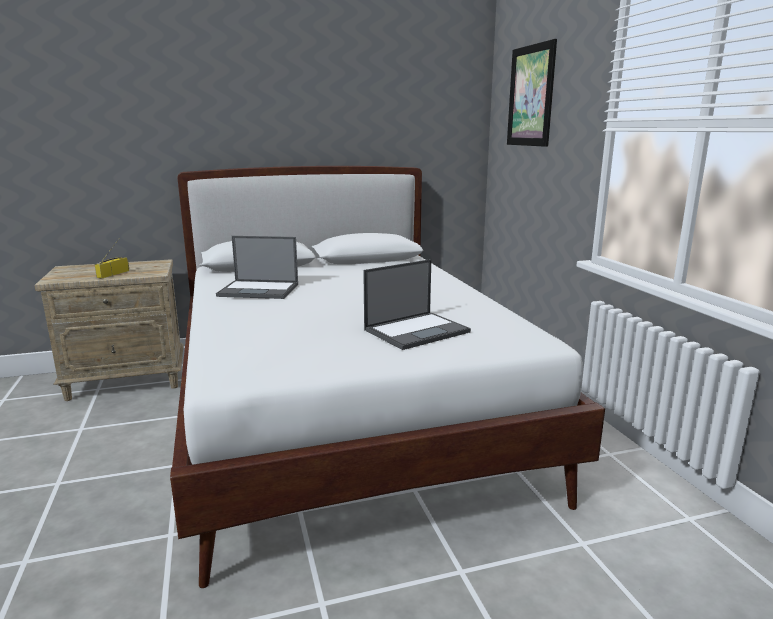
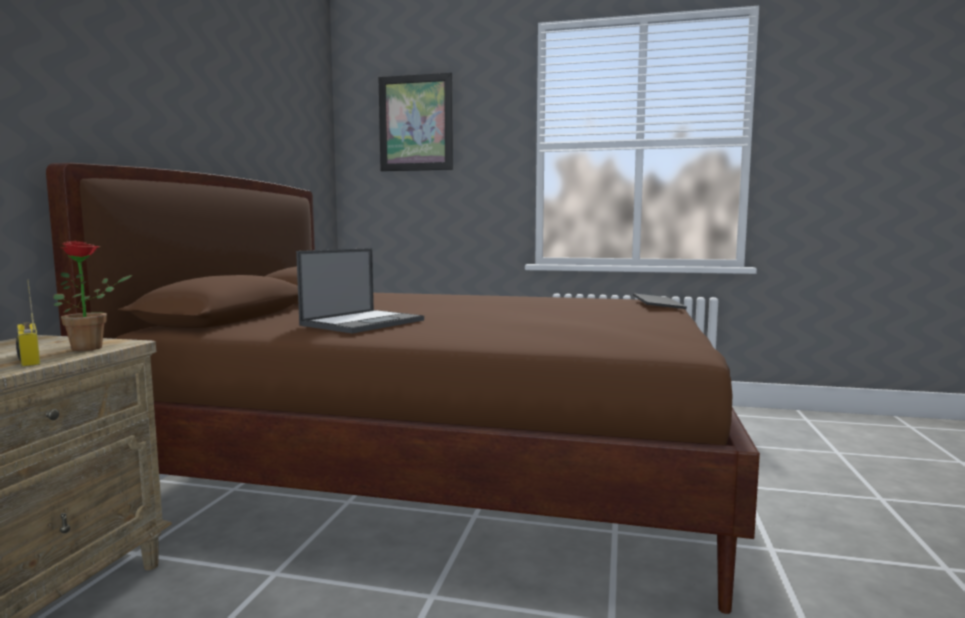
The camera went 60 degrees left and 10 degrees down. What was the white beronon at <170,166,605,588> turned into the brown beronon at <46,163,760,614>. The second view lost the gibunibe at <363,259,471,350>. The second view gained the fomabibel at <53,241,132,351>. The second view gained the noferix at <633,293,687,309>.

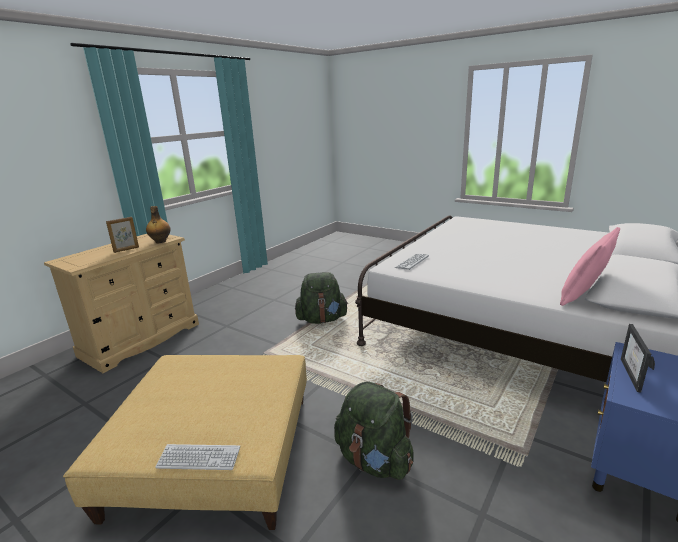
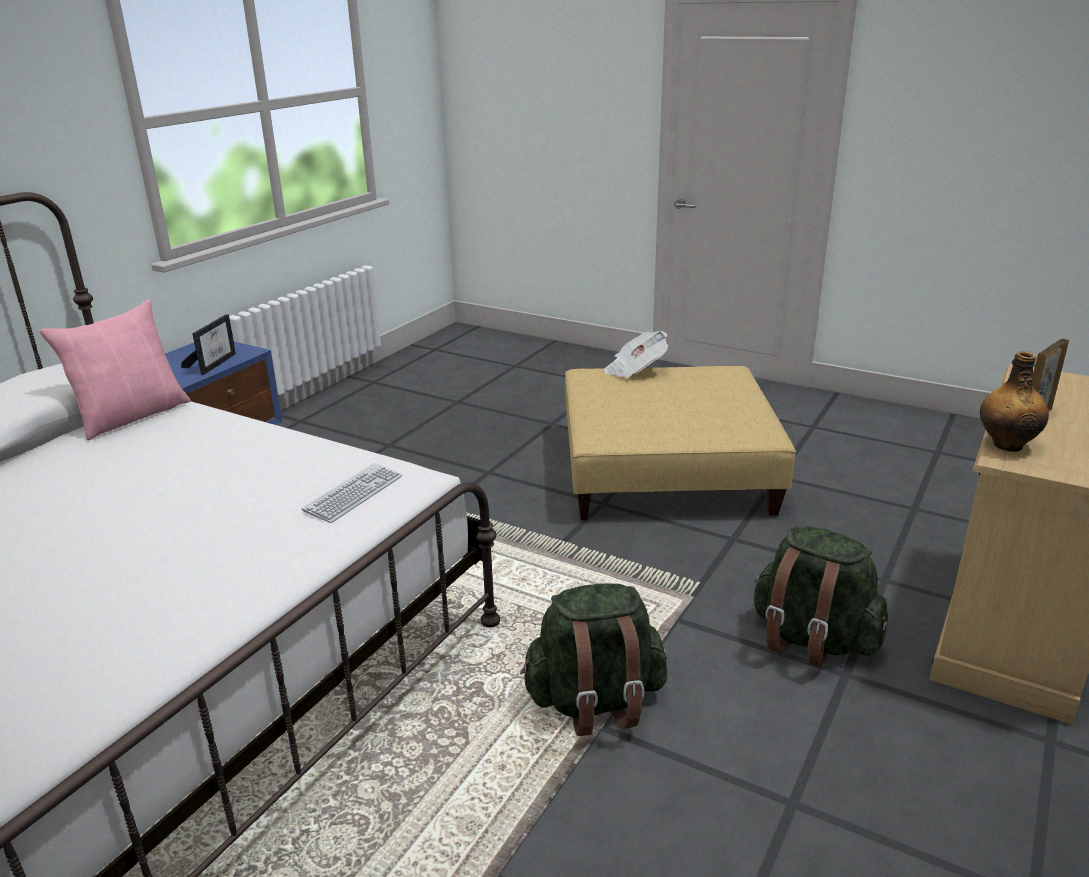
The camera went 175 degrees right and 5 degrees up. The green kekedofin ended up elsewhere, having gone from <334,382,413,480> to <754,526,888,668>. Where the noferix stood at <155,444,240,470>, the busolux came to stand at <604,331,668,378>.

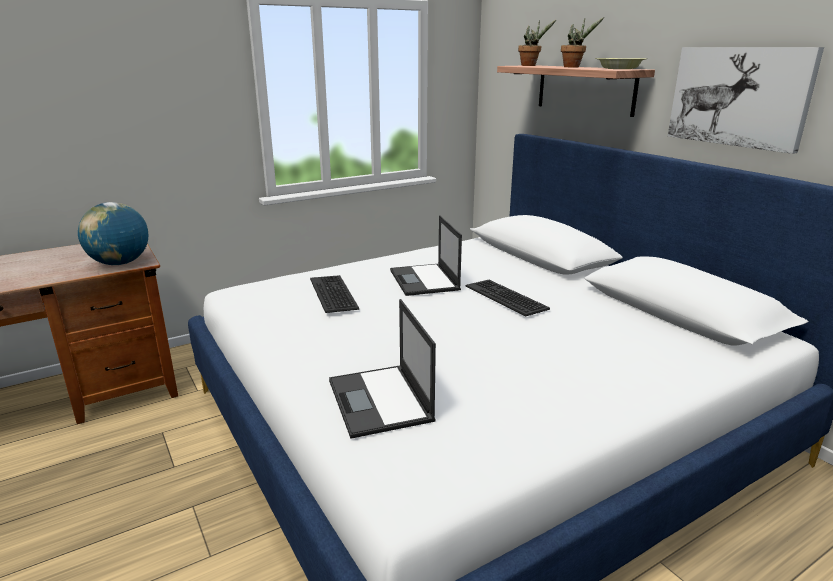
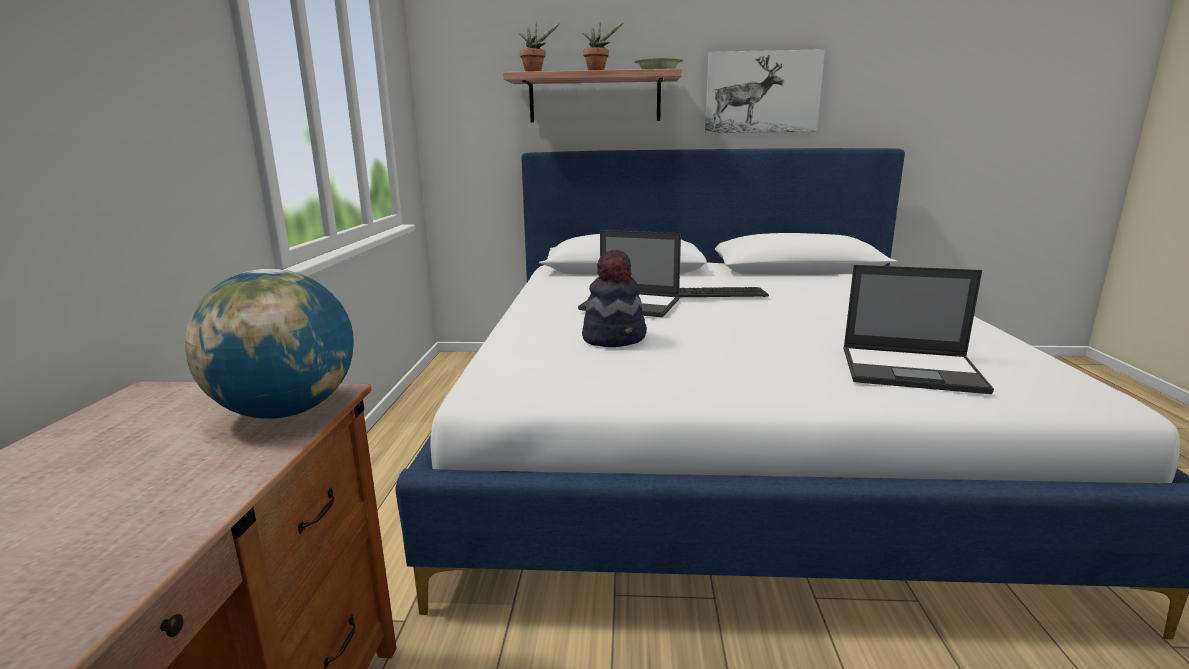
The camera went 55 degrees left and 5 degrees down. Where the noferix stood at <310,275,359,313>, the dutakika came to stand at <582,249,647,347>.

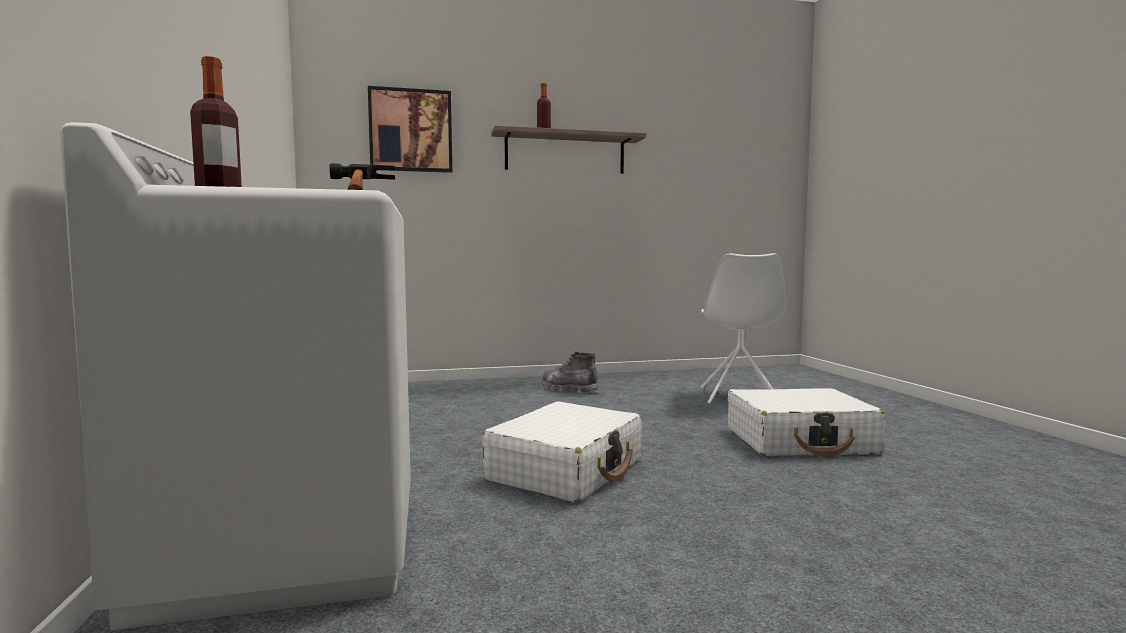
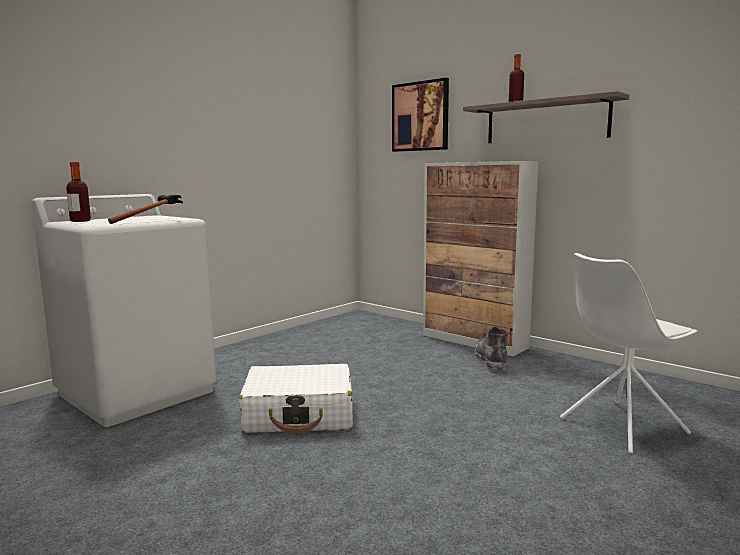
The camera went 55 degrees right and 5 degrees up. The second view lost the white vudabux at <728,388,885,457>. The second view gained the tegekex at <423,161,539,356>.

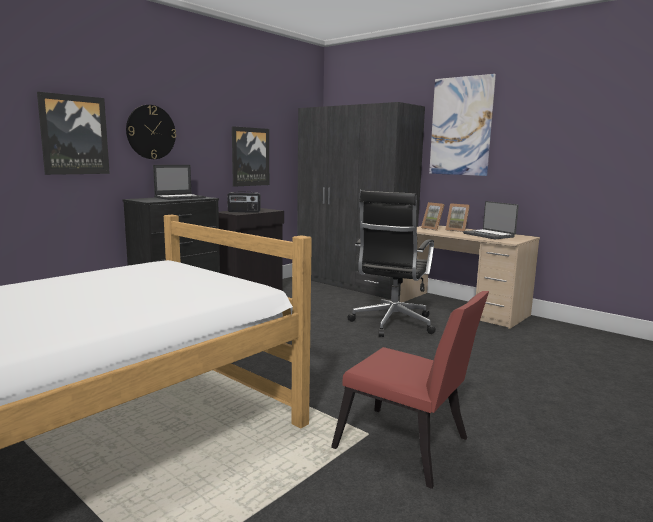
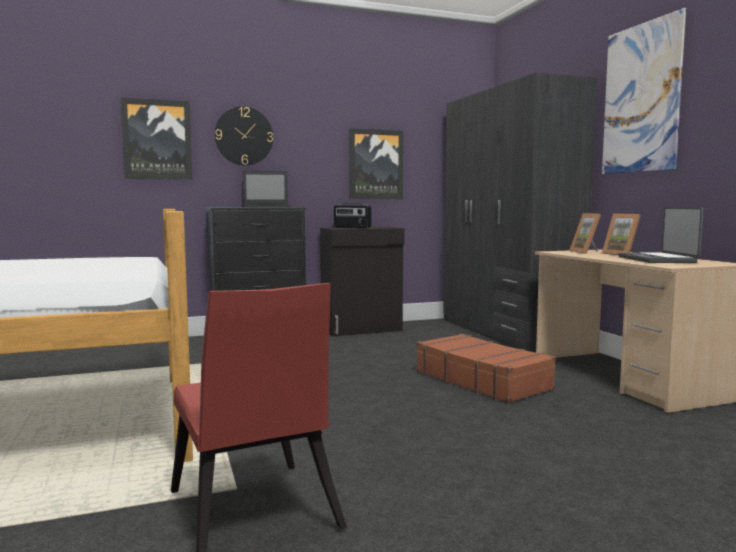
The camera went 30 degrees right and 5 degrees down. Where the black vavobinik stood at <347,191,436,337>, the brown vudabux came to stand at <417,334,556,403>.

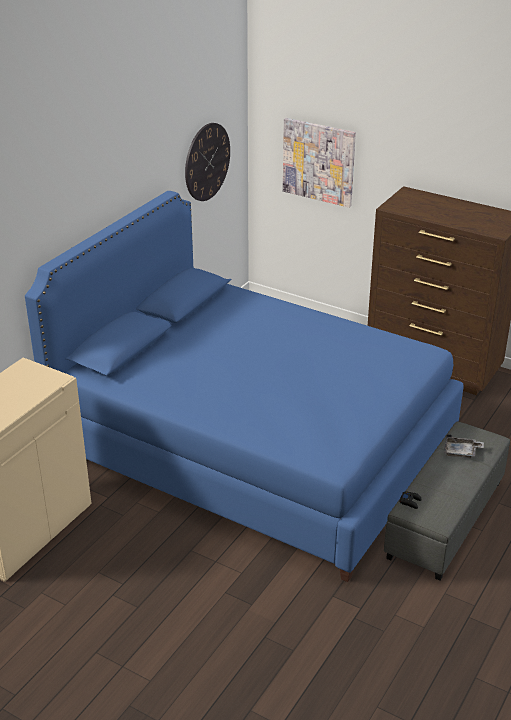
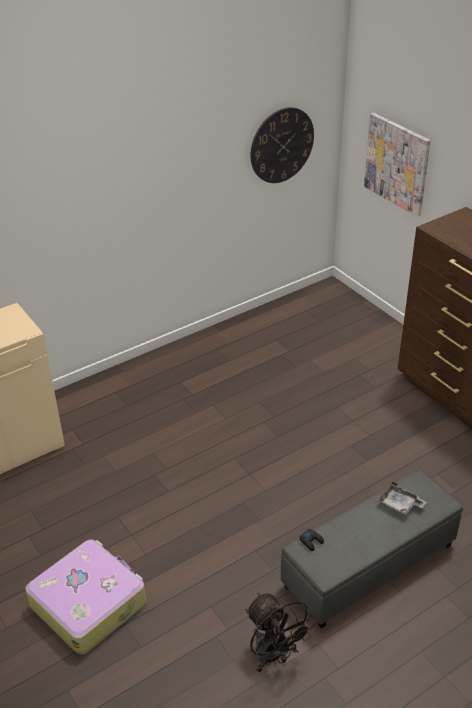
The camera went 25 degrees right and 5 degrees up. The second view lost the blue beronon at <25,191,464,582>. The second view gained the vudabux at <26,540,146,655>. The second view gained the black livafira at <246,593,316,672>.

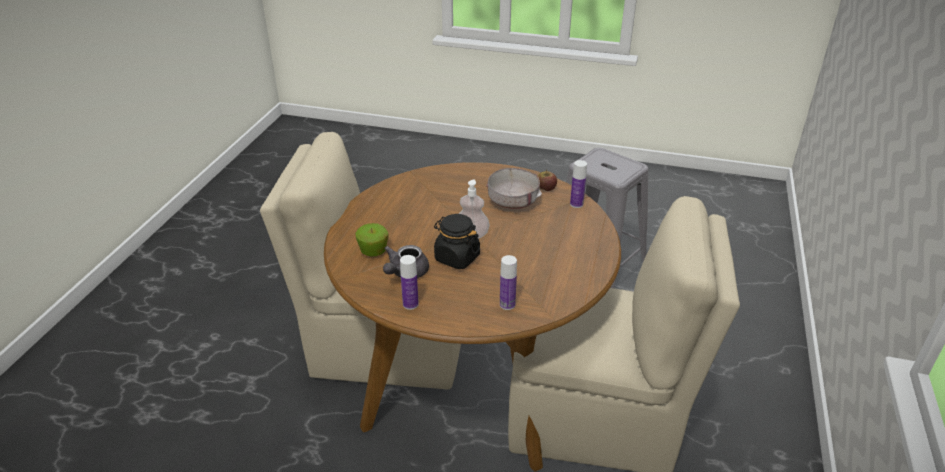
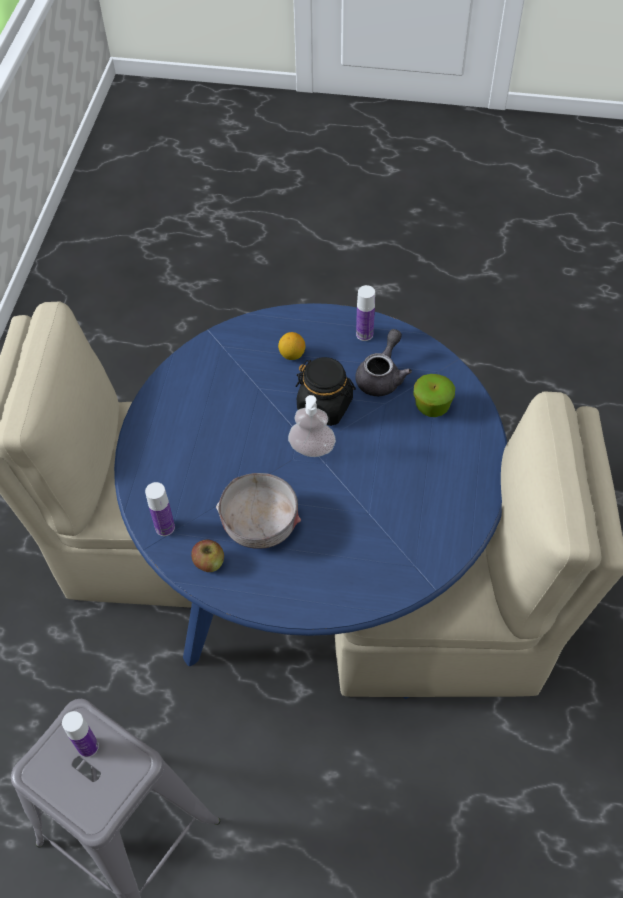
The camera went 175 degrees right and 20 degrees up. What was the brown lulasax at <324,162,621,471> turned into the blue lulasax at <114,303,507,699>. The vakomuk ended up elsewhere, having gone from <500,255,517,310> to <62,711,99,757>. The second view gained the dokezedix at <278,332,306,360>.

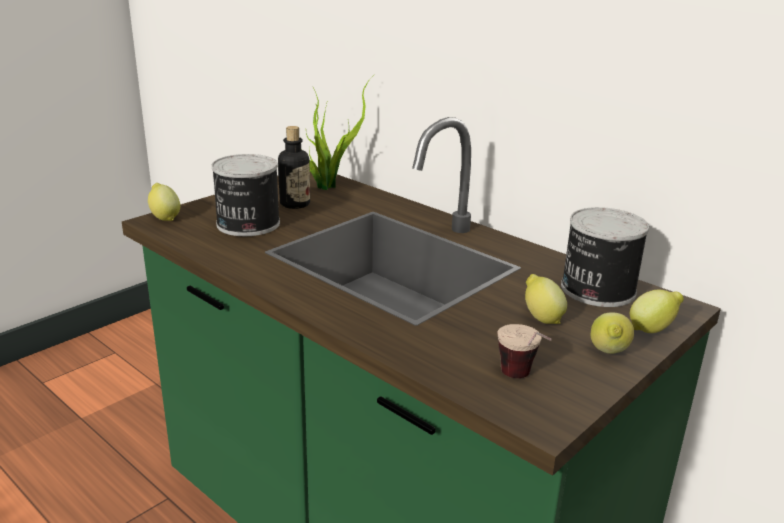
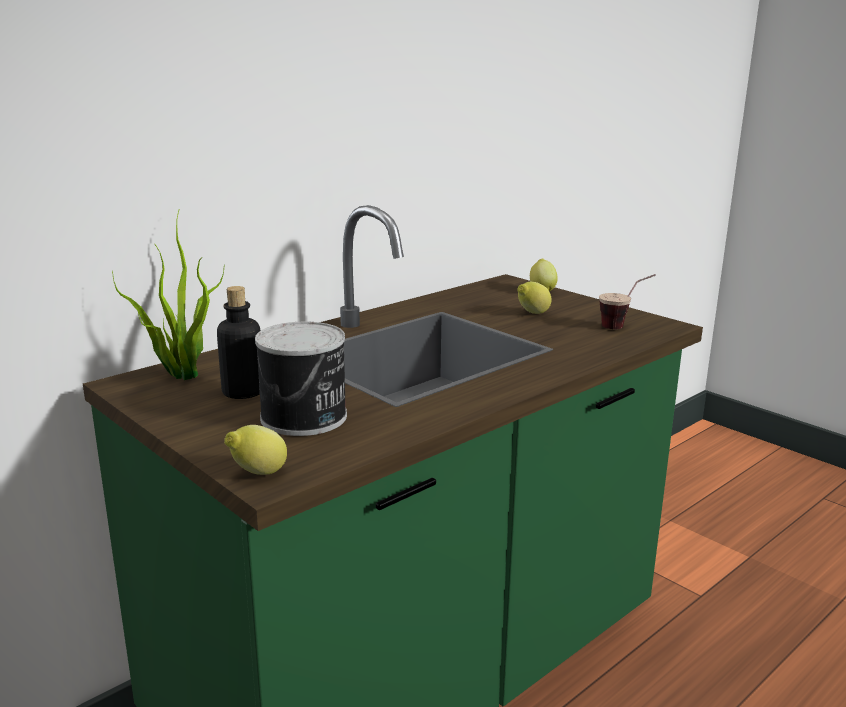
The camera went 85 degrees left and 5 degrees down. The second view lost the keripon at <561,207,649,307>. The second view lost the dokezedix at <591,312,634,354>.

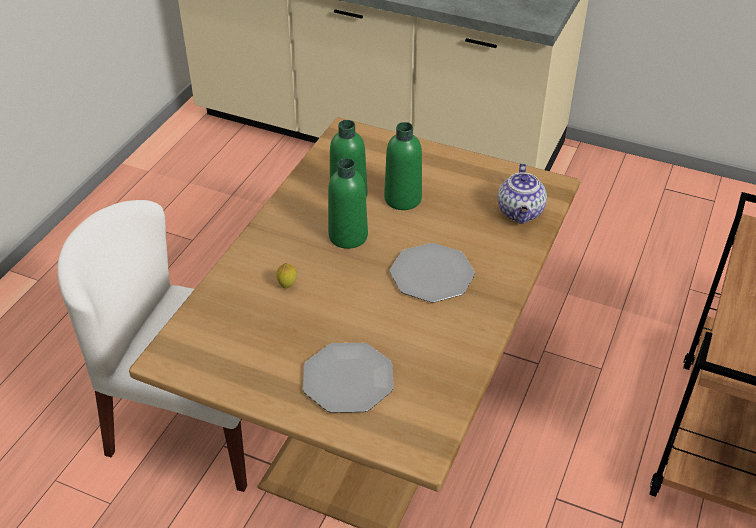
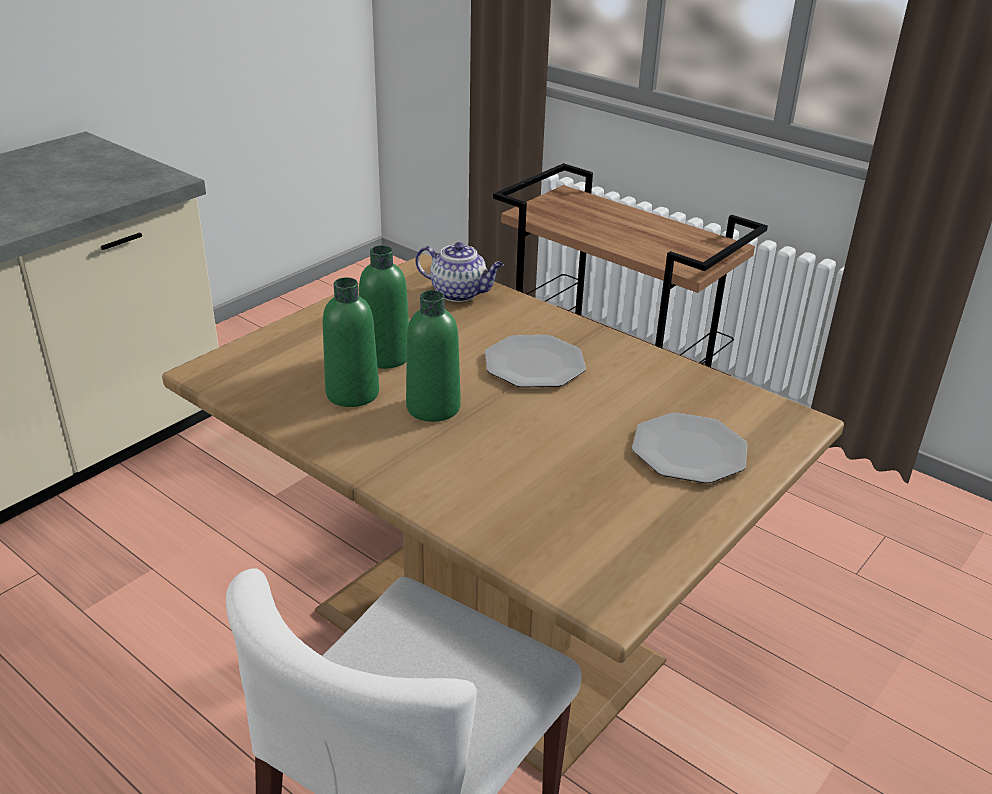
The camera went 75 degrees left and 10 degrees down. The second view lost the dokezedix at <276,263,297,288>.

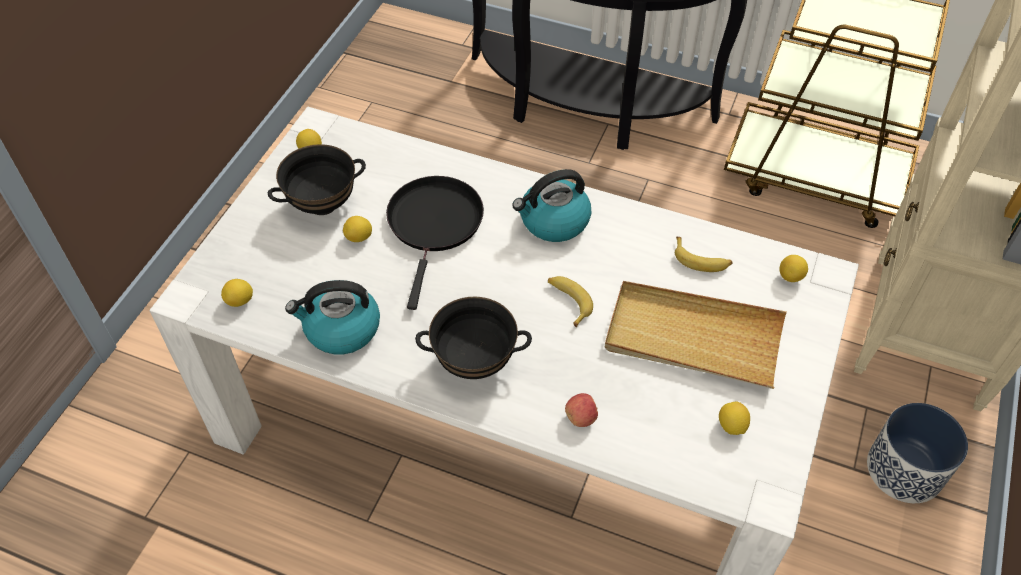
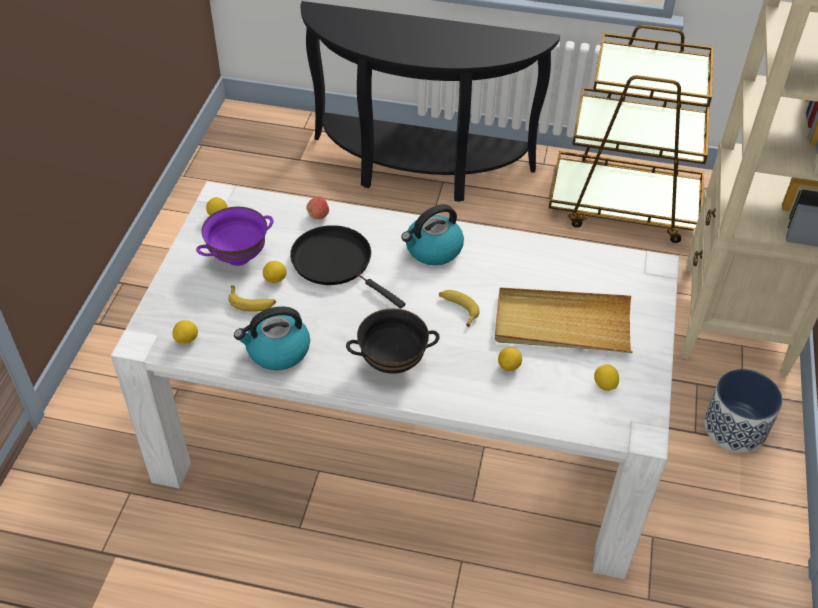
The camera went 10 degrees left and 5 degrees down. What was the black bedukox at <268,144,366,215> turned into the purple bedukox at <196,207,273,266>. The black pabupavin at <386,176,484,310> ended up facing another way, 45 degrees counterclockwise from before. The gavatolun ended up elsewhere, having gone from <675,237,733,272> to <228,286,276,312>. The dokezedix ended up elsewhere, having gone from <779,255,808,282> to <498,347,522,371>. The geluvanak ended up elsewhere, having gone from <565,393,598,427> to <306,196,329,219>.

